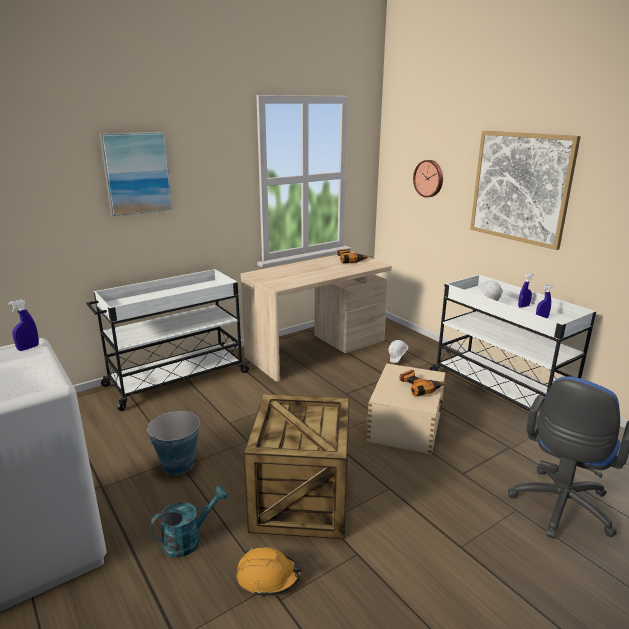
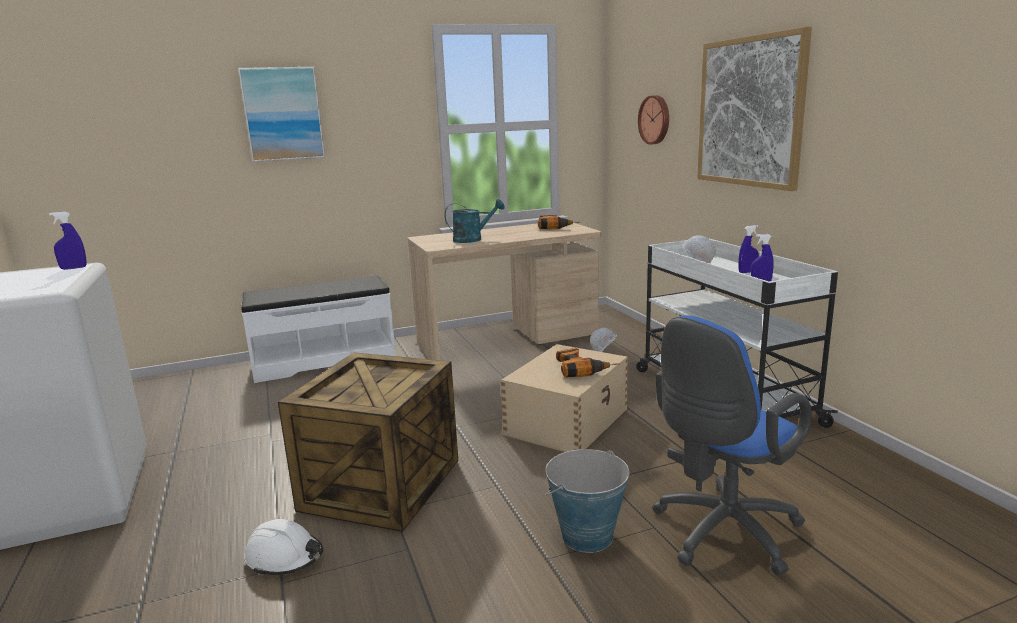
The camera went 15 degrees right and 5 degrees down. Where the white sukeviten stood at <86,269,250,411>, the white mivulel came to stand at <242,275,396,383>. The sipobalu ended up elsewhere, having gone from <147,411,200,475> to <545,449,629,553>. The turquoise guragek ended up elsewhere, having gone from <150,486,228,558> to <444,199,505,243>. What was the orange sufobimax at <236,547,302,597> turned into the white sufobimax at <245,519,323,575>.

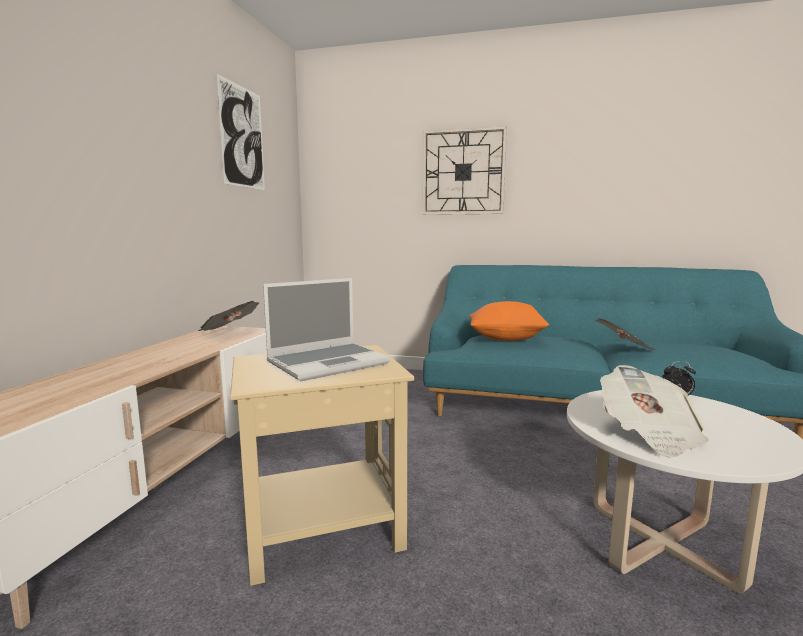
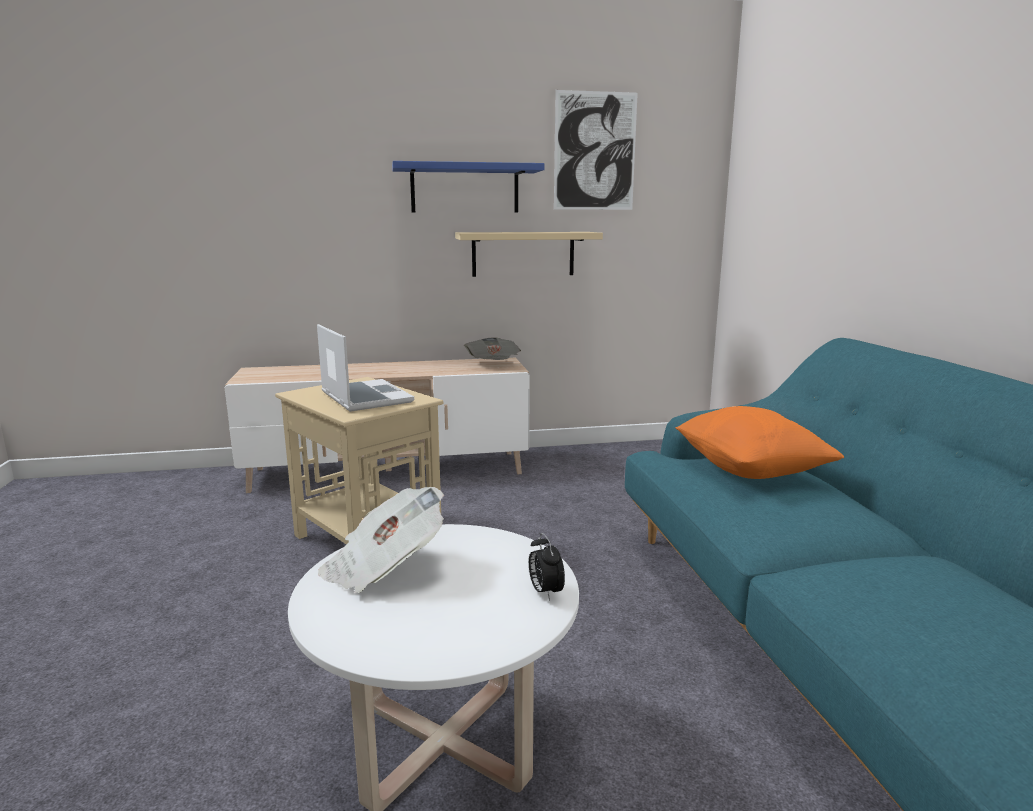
The camera went 65 degrees right and 5 degrees up. The second view lost the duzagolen at <422,126,507,215>. The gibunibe at <263,278,390,381> ended up facing another way, 150 degrees counterclockwise from before. The second view lost the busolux at <595,318,655,350>. The second view gained the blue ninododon at <392,161,545,213>. The second view gained the beige ninododon at <455,232,603,277>.

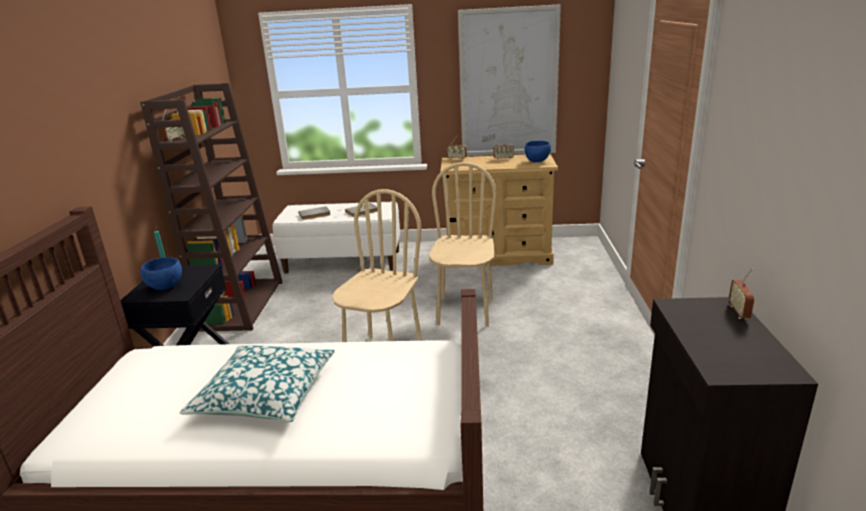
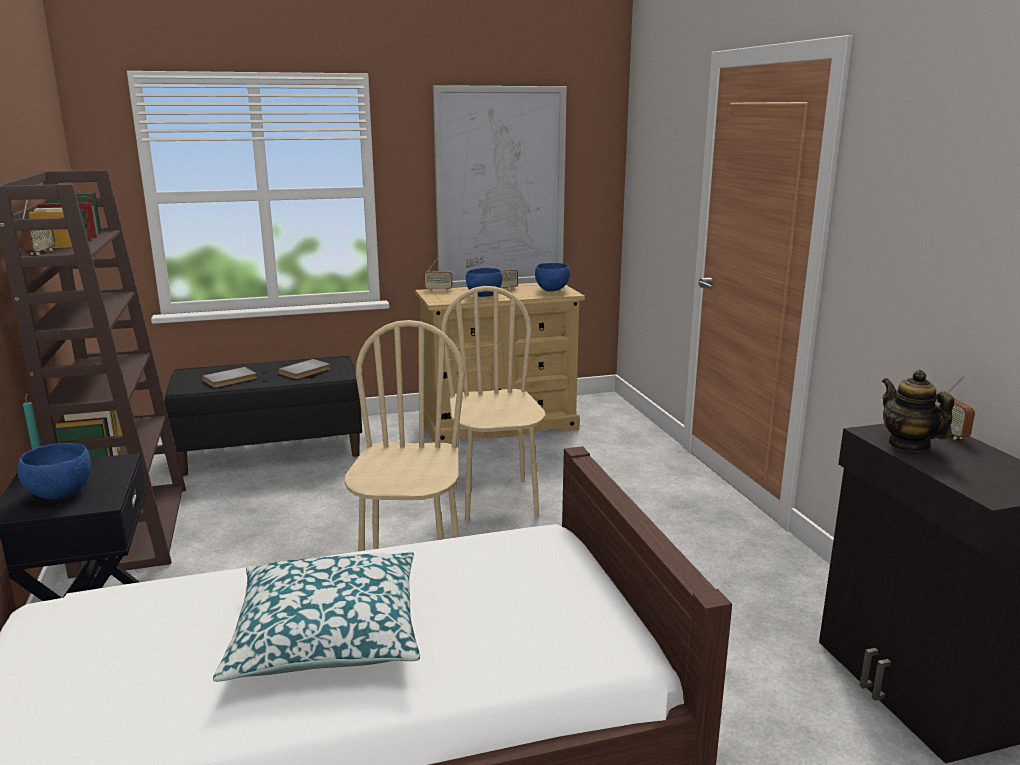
The camera went 20 degrees left and 5 degrees down. What was the white mivulel at <272,202,400,274> turned into the black mivulel at <165,356,362,476>. The second view gained the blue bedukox at <466,268,502,297>. The second view gained the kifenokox at <882,370,954,452>.

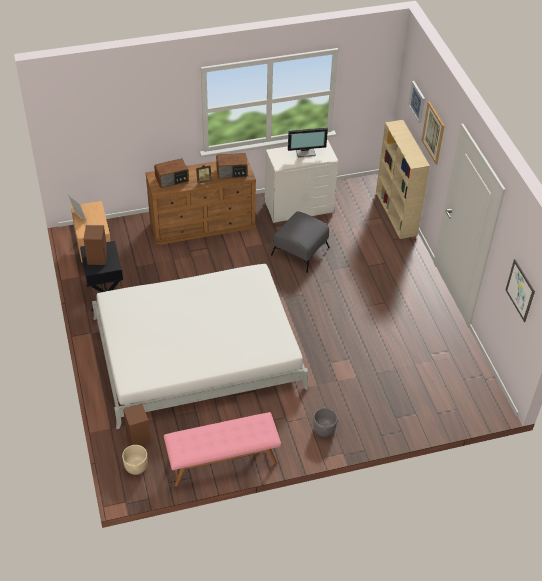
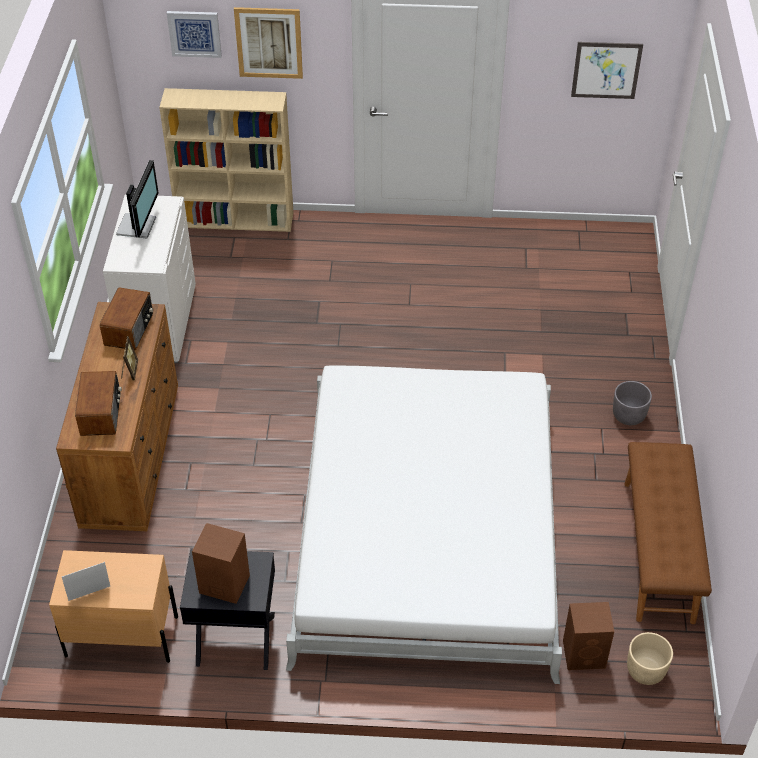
The camera went 70 degrees left and 0 degrees up. The second view lost the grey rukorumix at <271,211,330,273>. What was the pink mivulel at <164,412,281,486> turned into the brown mivulel at <624,442,712,624>.

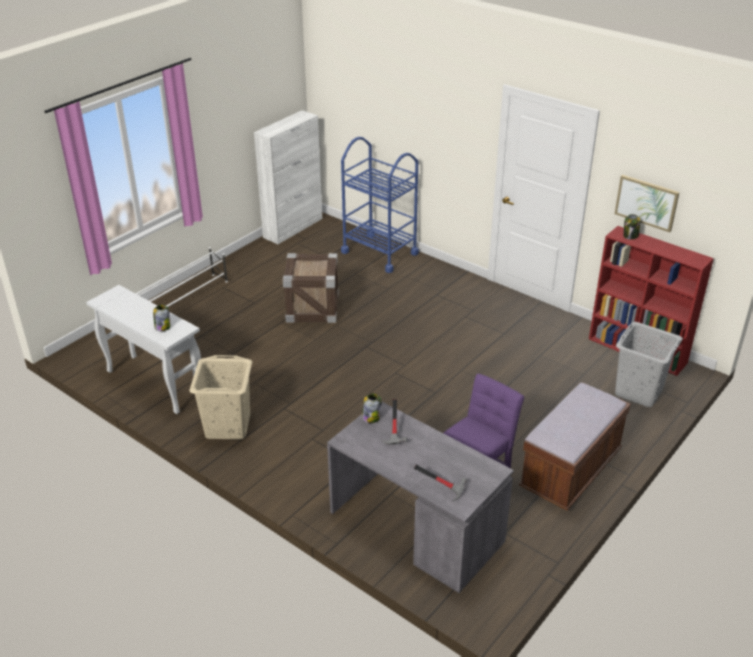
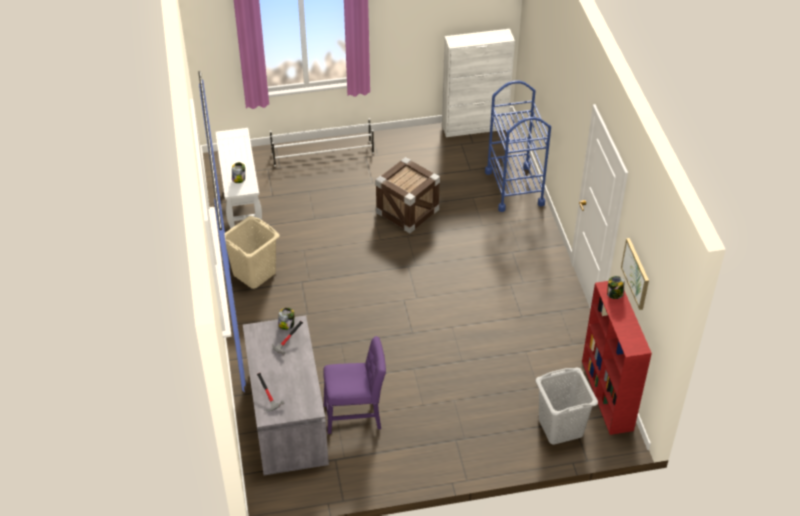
The camera went 40 degrees right and 10 degrees up. The second view lost the brown mivulel at <519,382,631,511>.

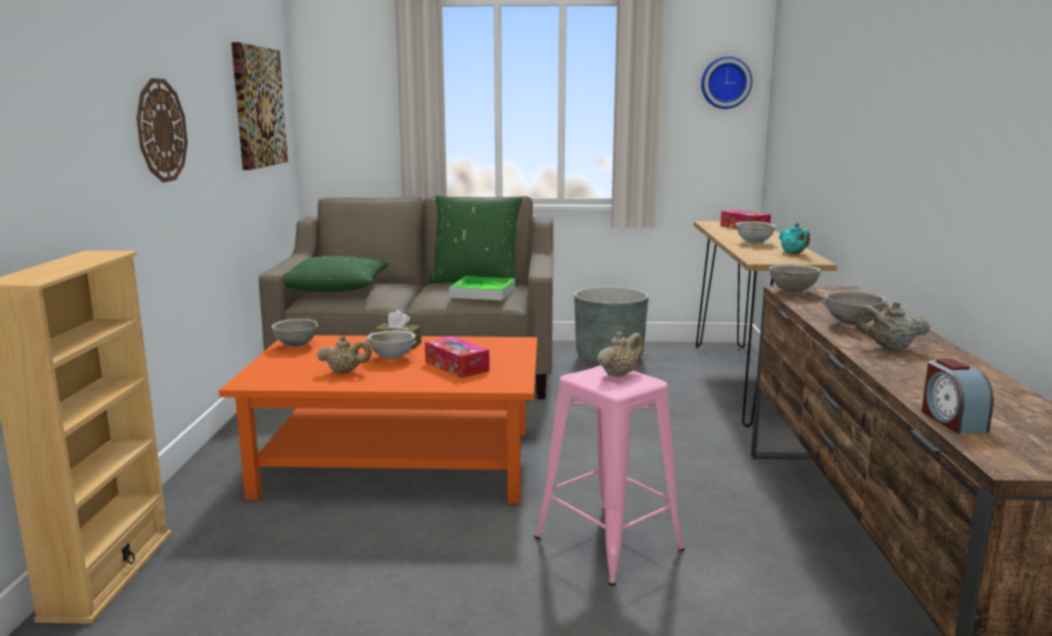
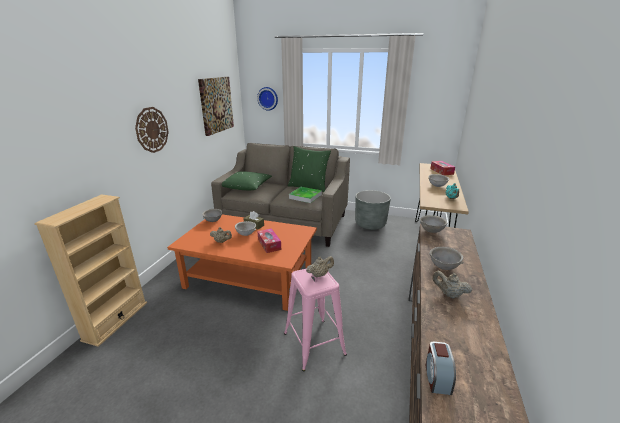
The camera went 15 degrees right and 10 degrees up. The duzagolen ended up elsewhere, having gone from <701,56,752,109> to <257,87,278,111>.

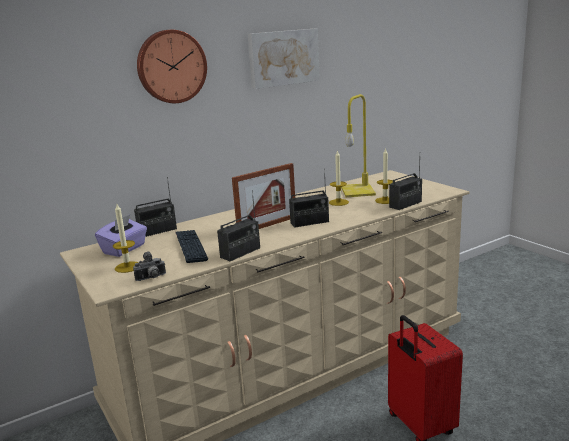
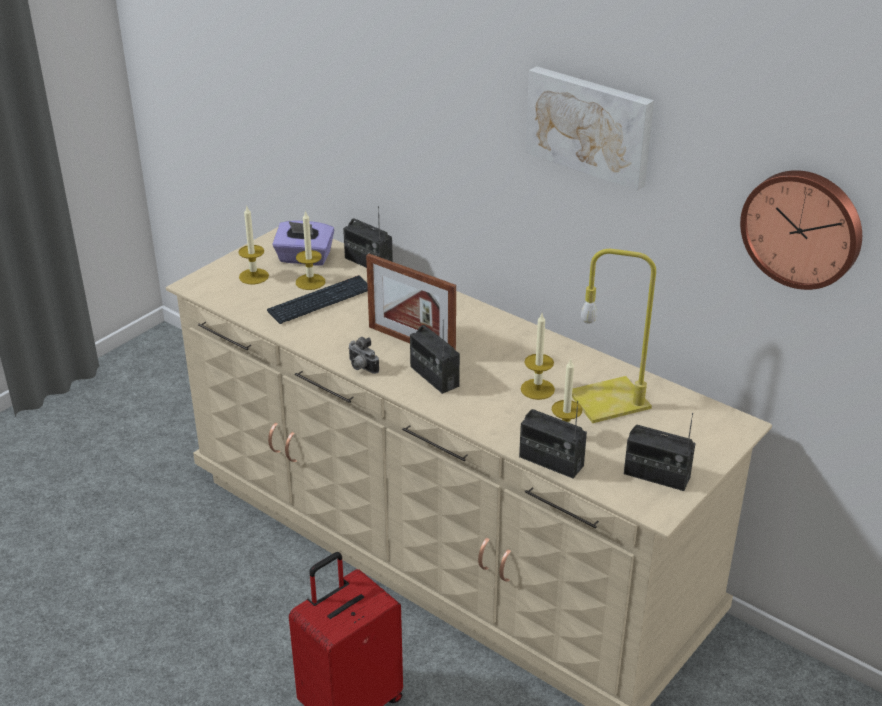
The camera went 70 degrees right and 15 degrees up. The duzagolen ended up elsewhere, having gone from <137,30,207,103> to <740,170,862,290>. The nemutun ended up elsewhere, having gone from <217,190,260,261> to <624,413,696,491>. The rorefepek ended up elsewhere, having gone from <133,251,166,281> to <348,337,379,374>. The second view gained the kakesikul at <296,210,325,290>.

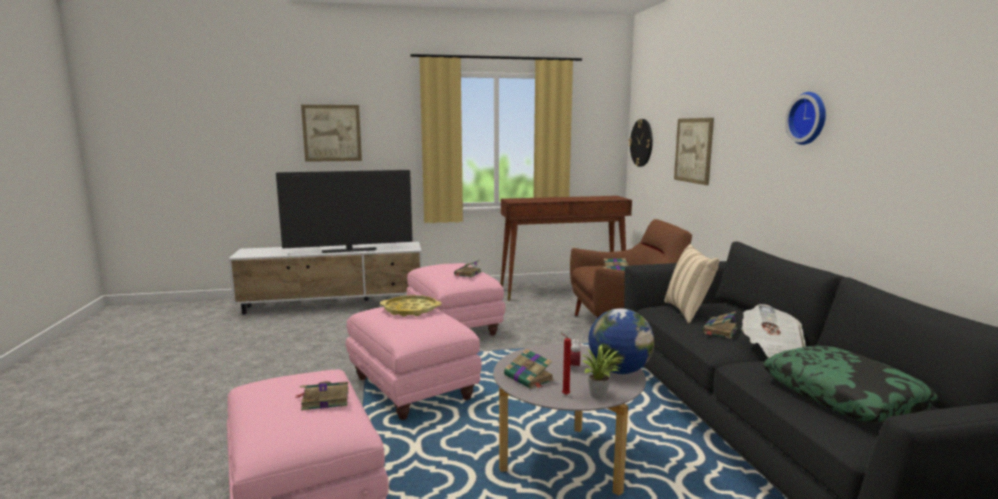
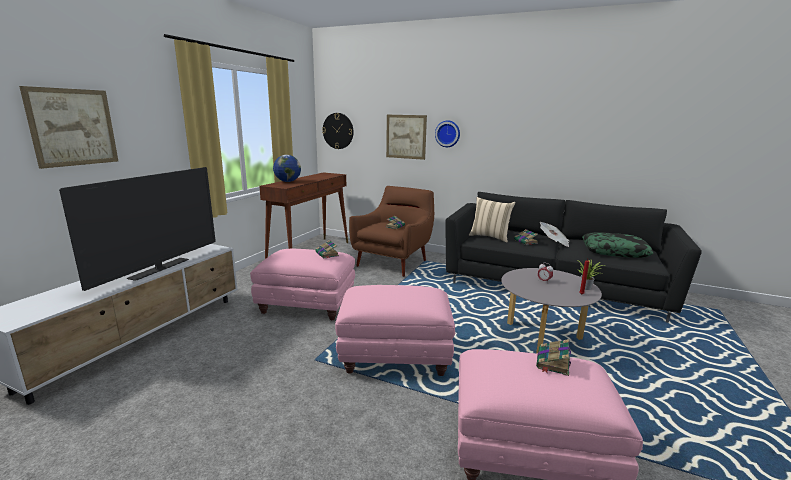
The camera went 55 degrees left and 5 degrees up. The duzagolen ended up elsewhere, having gone from <785,92,826,145> to <435,120,460,147>. The second view lost the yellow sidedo at <380,295,441,317>. The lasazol ended up elsewhere, having gone from <588,308,654,374> to <273,155,301,182>. The second view lost the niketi at <504,349,554,389>.

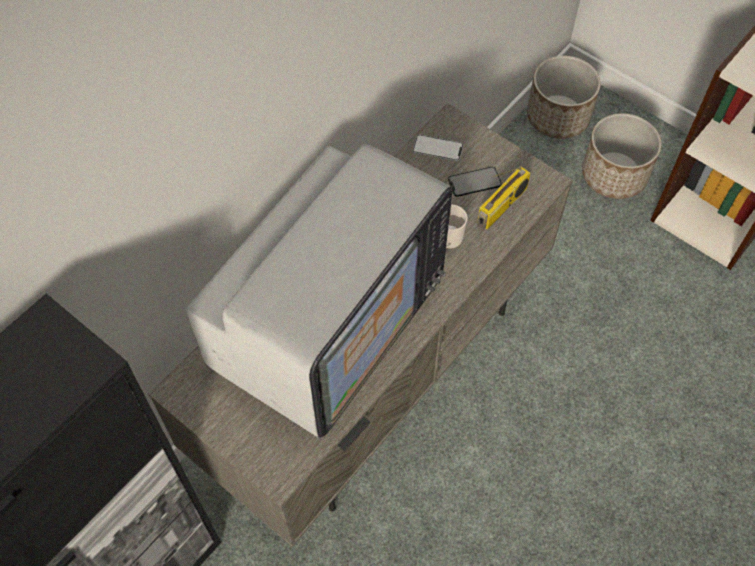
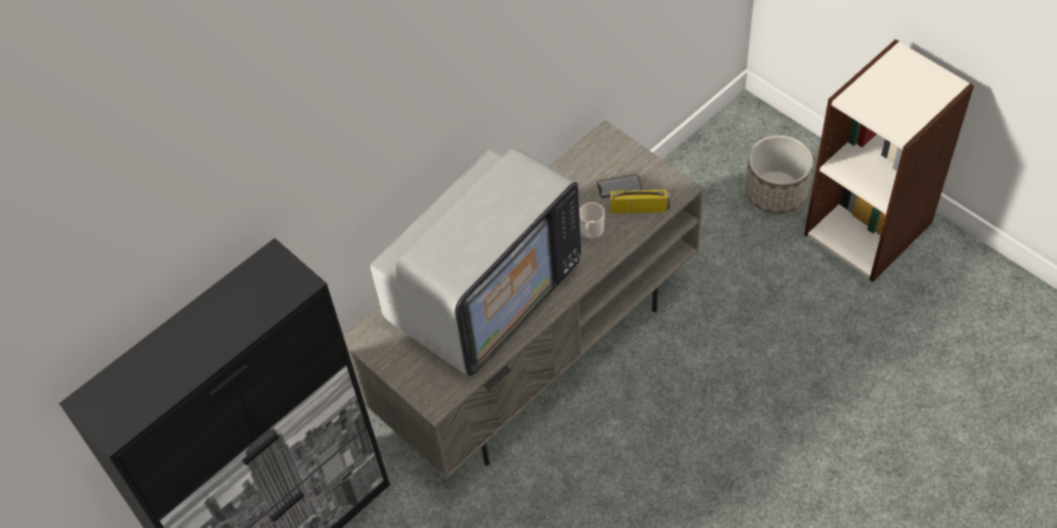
The camera went 10 degrees right and 5 degrees down. The second view lost the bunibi at <527,56,601,139>. The second view lost the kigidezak at <412,135,464,162>. The nemutun at <477,166,531,230> ended up facing another way, 135 degrees counterclockwise from before.

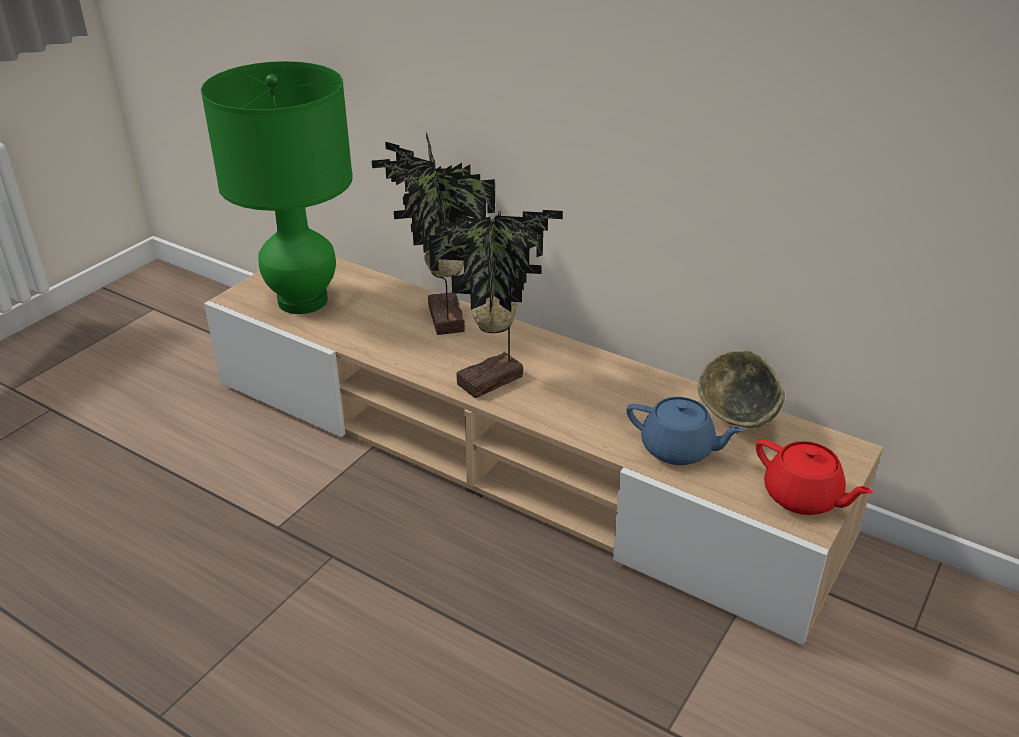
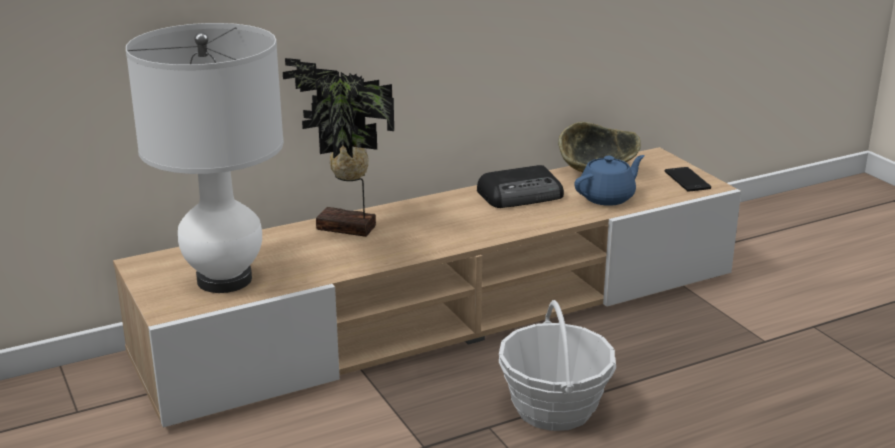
The camera went 60 degrees left and 10 degrees down. What was the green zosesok at <201,61,353,314> turned into the white zosesok at <126,23,284,293>. The second view lost the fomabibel at <428,210,563,398>. Where the red kifenokox stood at <756,439,873,515>, the kigidezak came to stand at <665,167,711,192>. The second view gained the nemutun at <477,165,564,208>. The second view gained the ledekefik at <499,300,616,431>.

